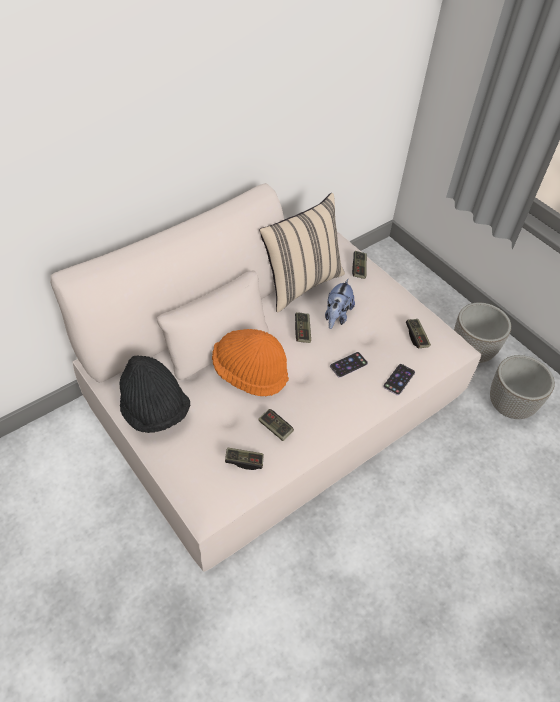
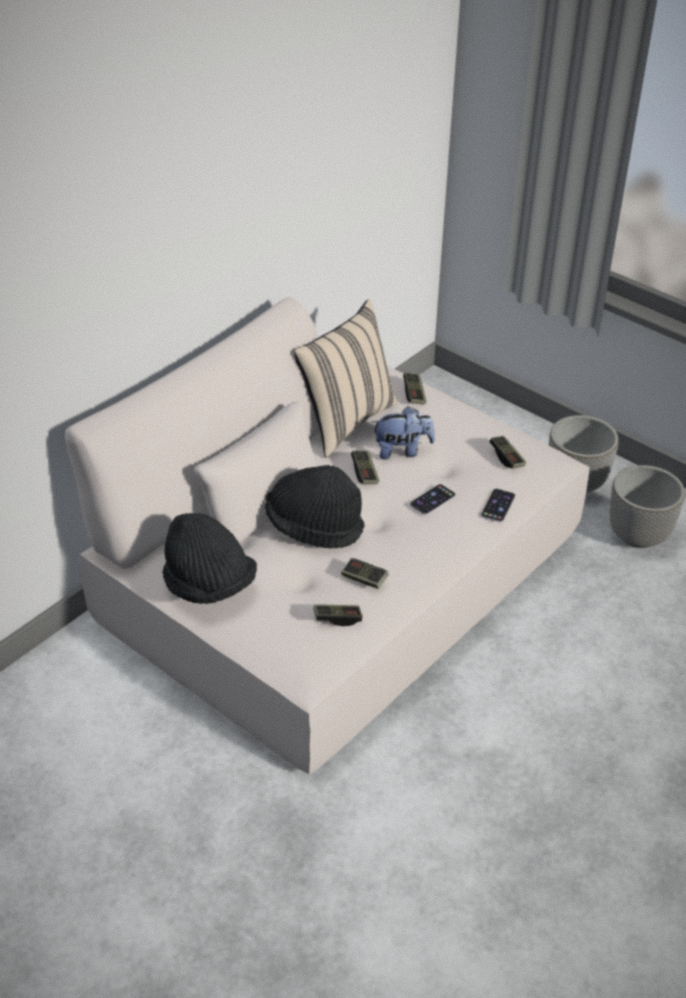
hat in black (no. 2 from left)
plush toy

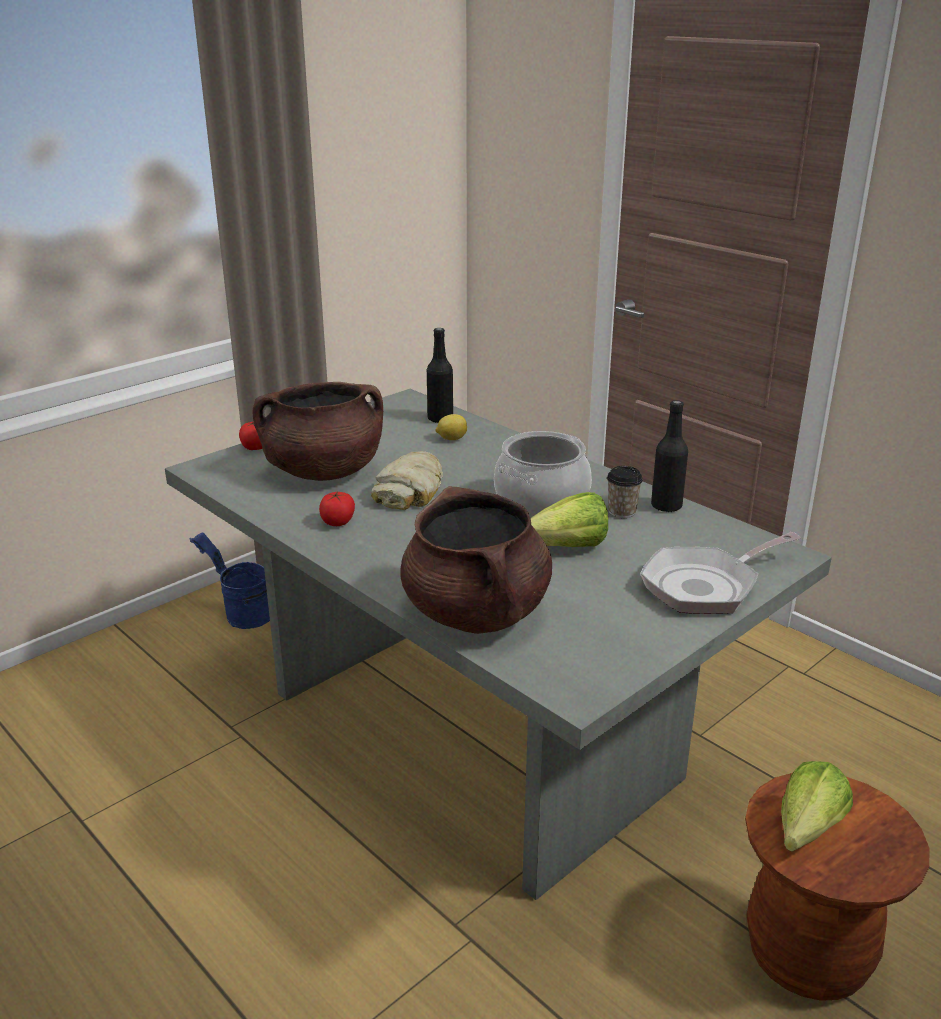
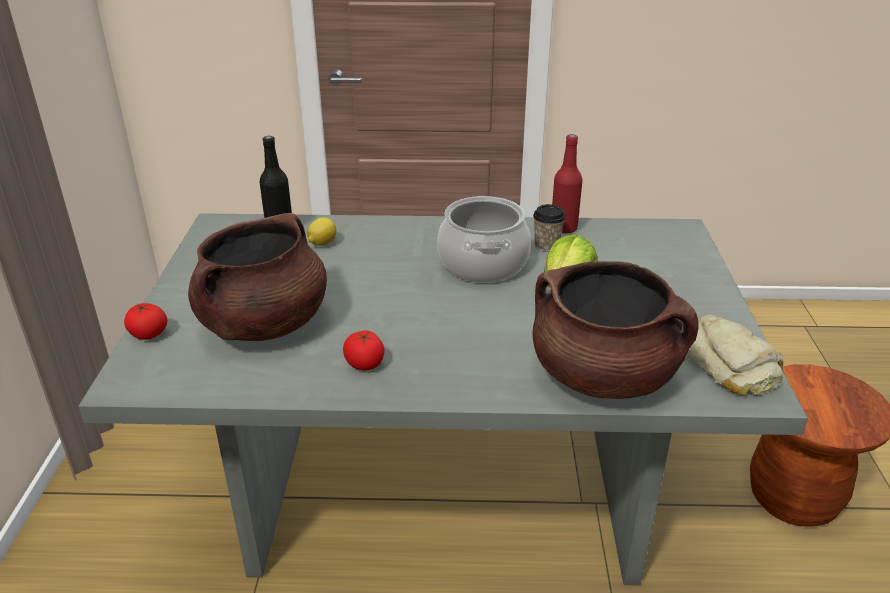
bottle in red
bread
bucket in blue
frying pan
lettuce (no. 2 from left in the first image)

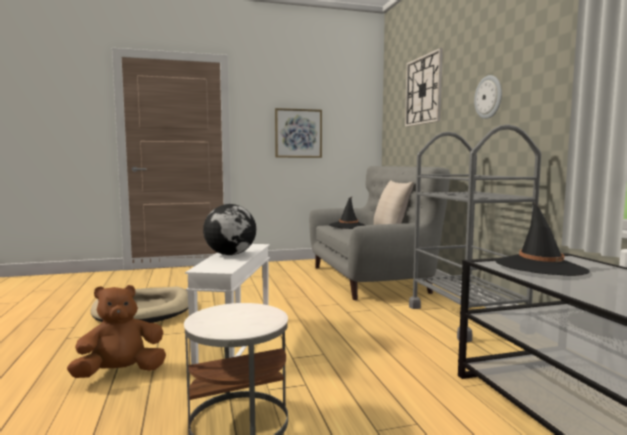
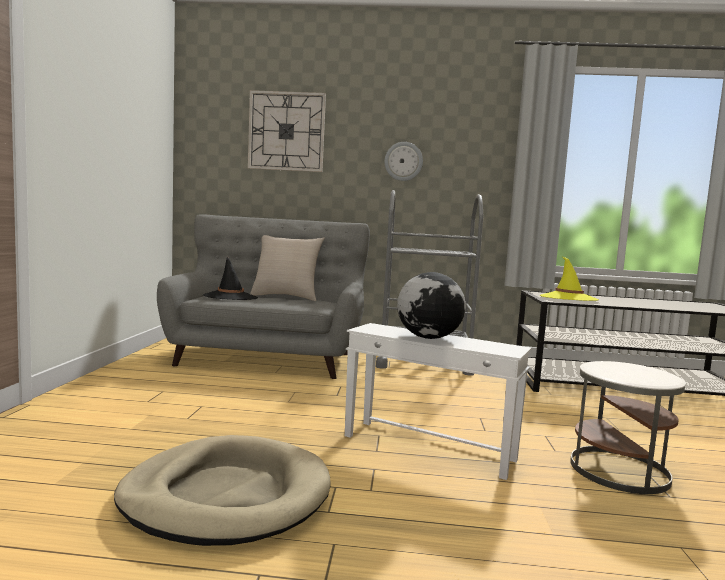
hat in yellow
plush toy in brown
picture

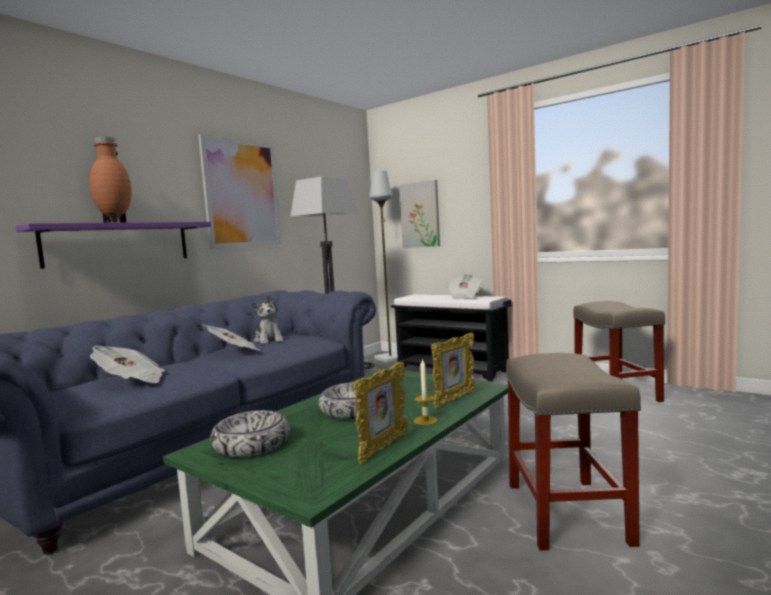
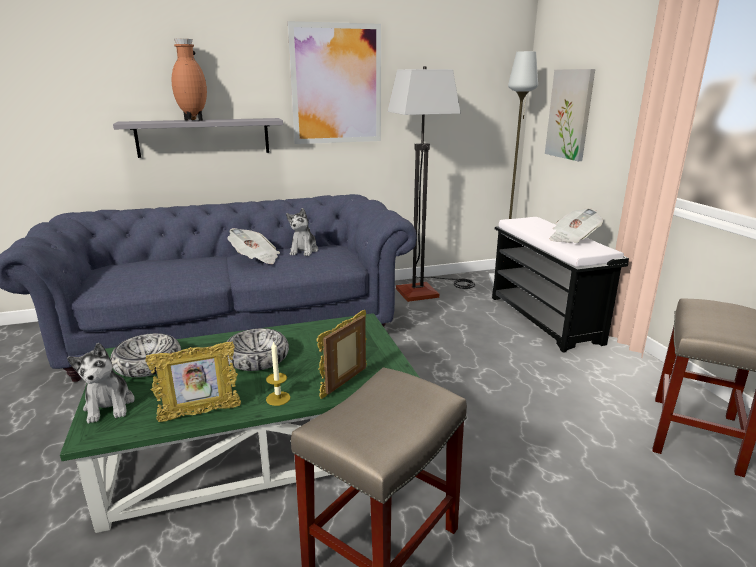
plush toy (no. 1 from left)
shelf in grey
picture frame (no. 2 from left)
newspaper (no. 1 from left in the first image)

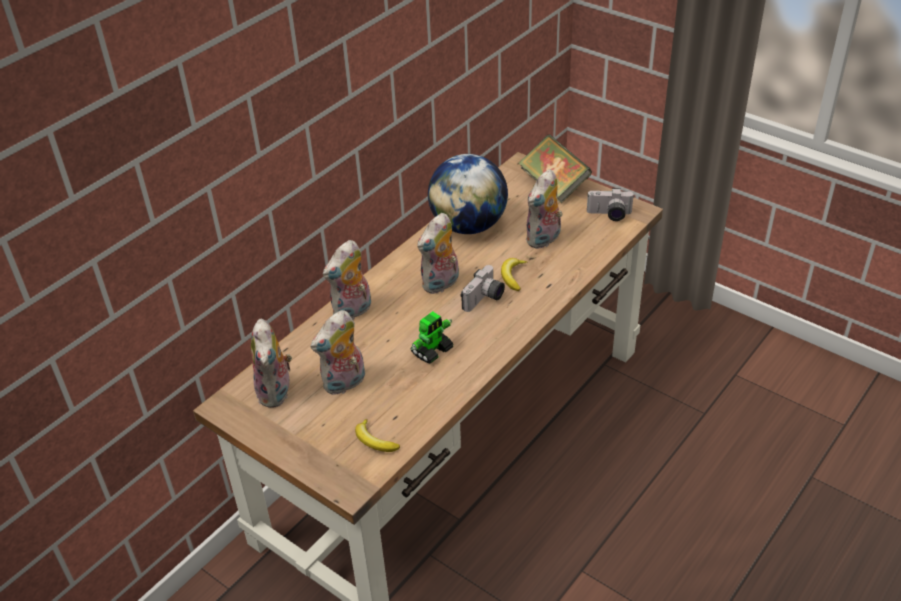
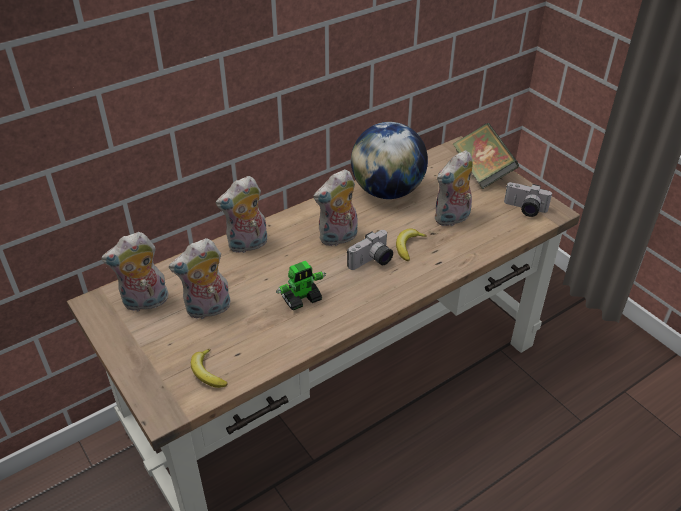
plush toy (no. 1 from left)

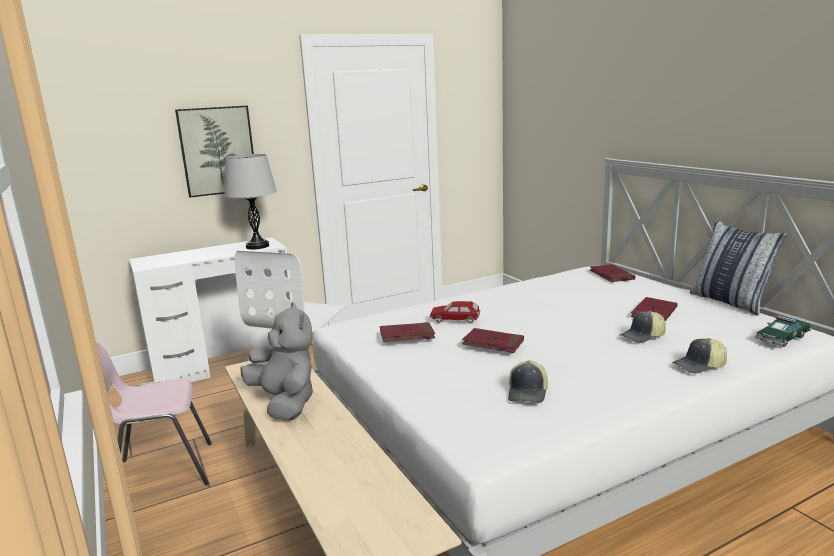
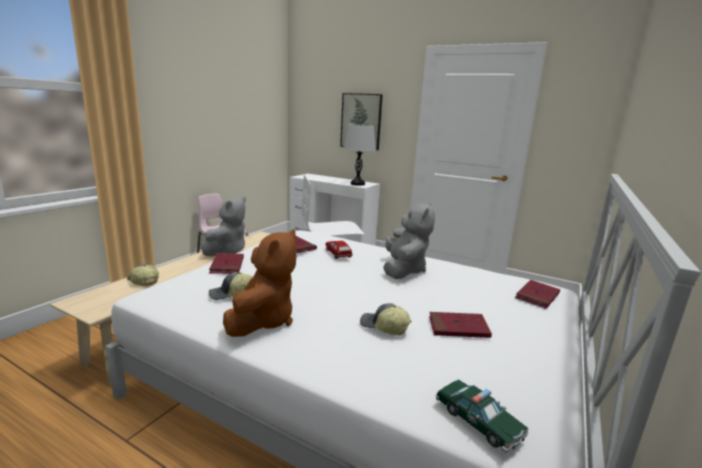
cap (no. 1 from left)
book in red (no. 1 from left)
plush toy in brown
plush toy in grey (no. 2 from left)
toy car (no. 2 from left)
pillow

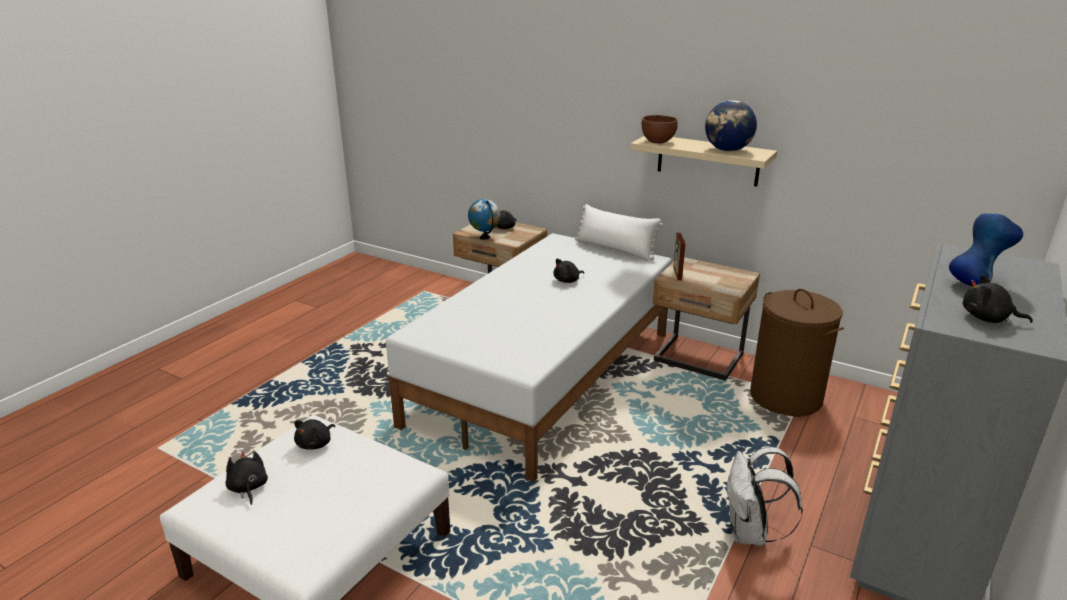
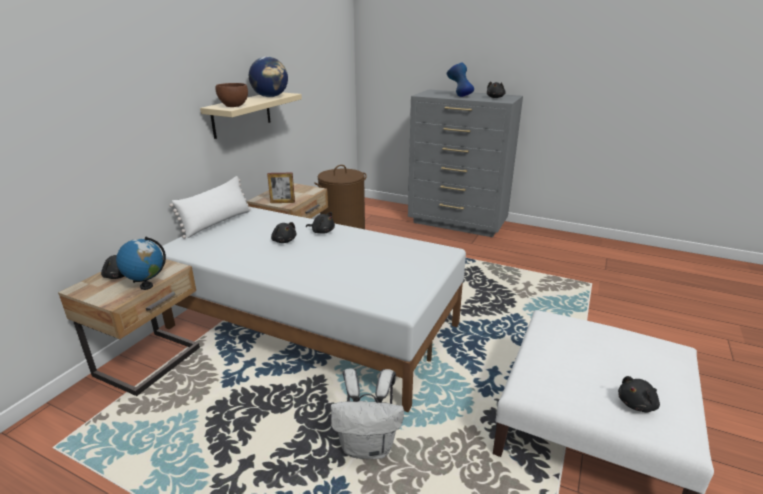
plush toy in black (no. 3 from left)
backpack in white

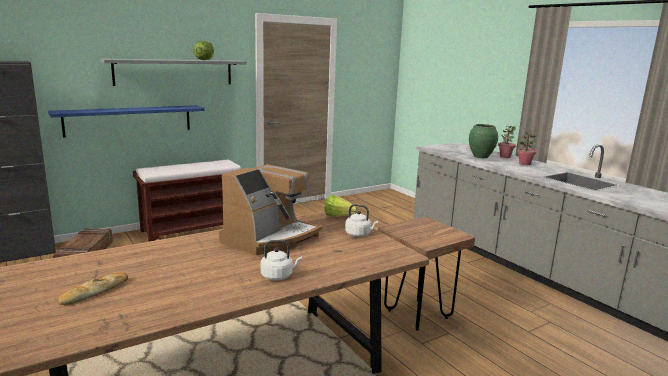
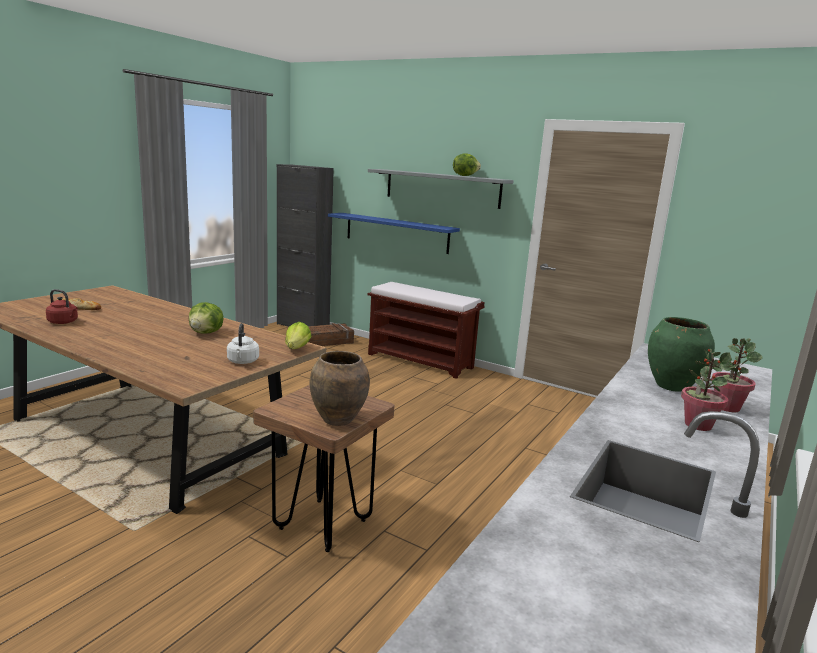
kettle in red
lettuce (no. 1 from left)
vase in brown
kettle in white (no. 1 from left in the first image)

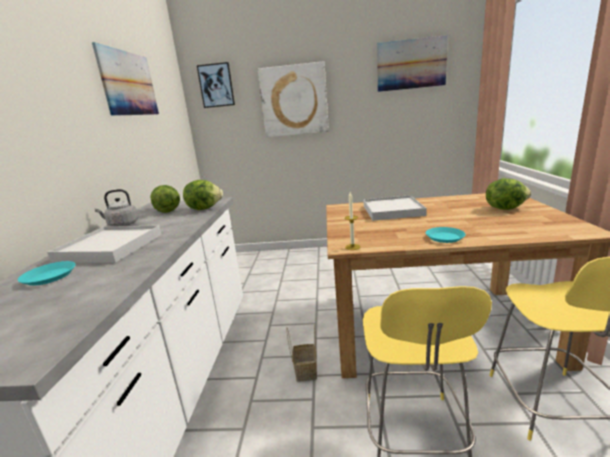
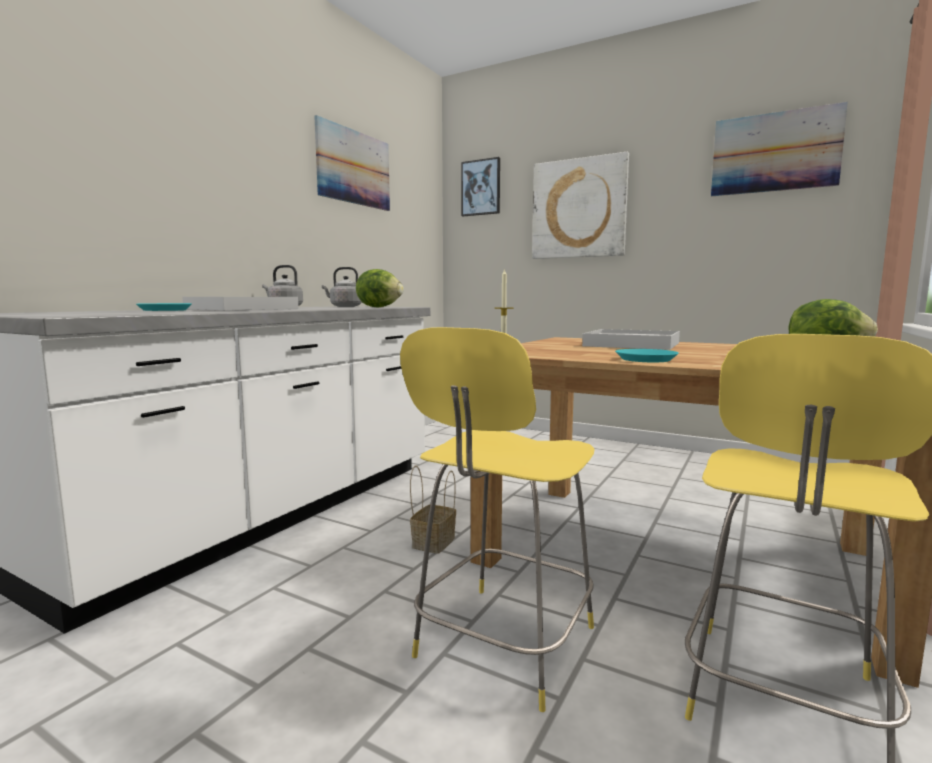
kettle in grey (no. 2 from left)

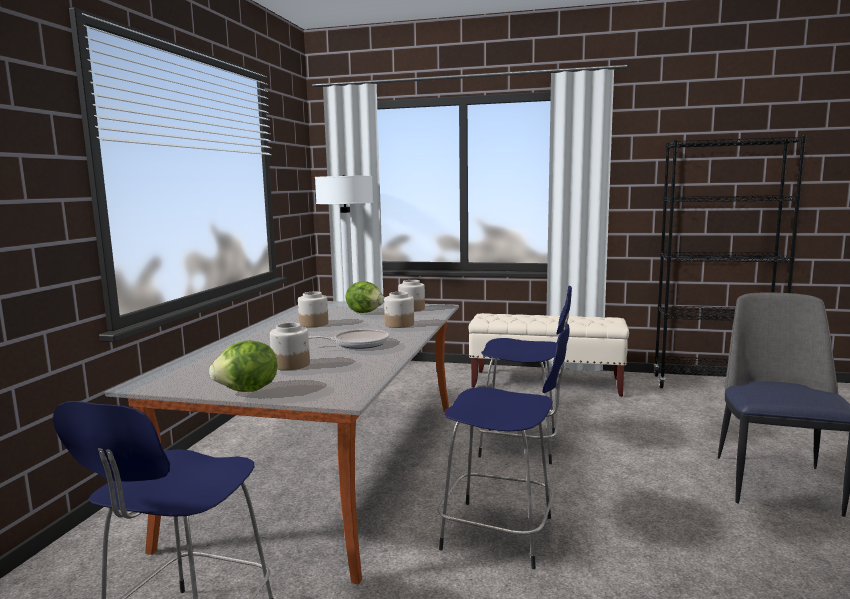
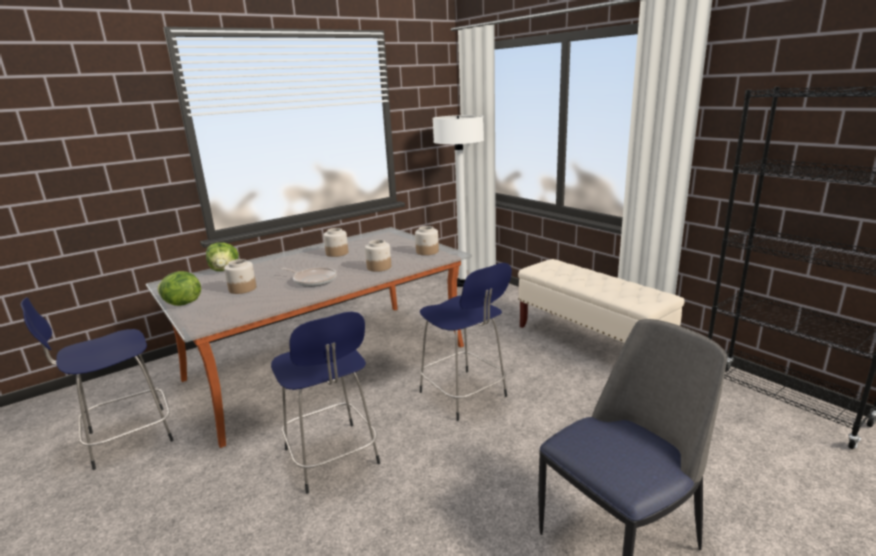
lettuce (no. 2 from left)

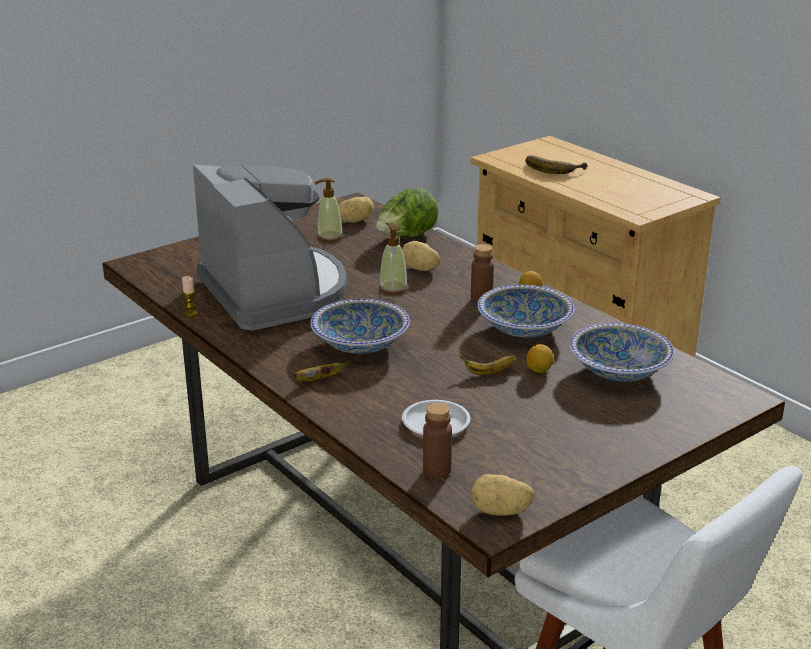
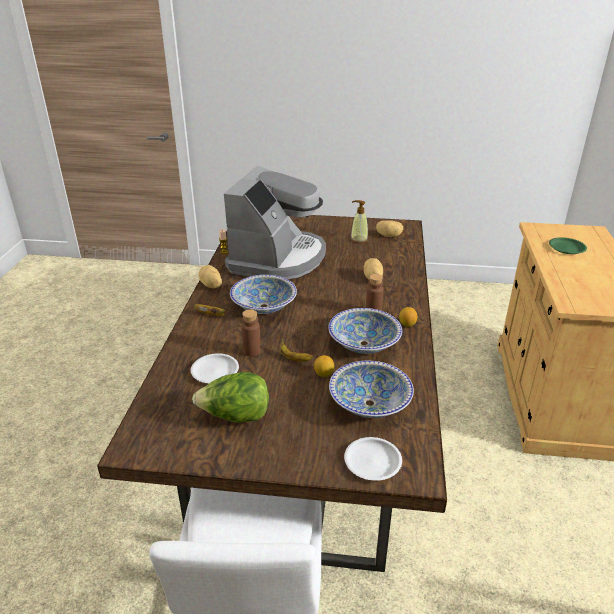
lettuce
potato (no. 1 from left)
bottle in brown (no. 1 from left)
plate in white (no. 2 from left)
plate in green
soap dispenser (no. 2 from left in the first image)

